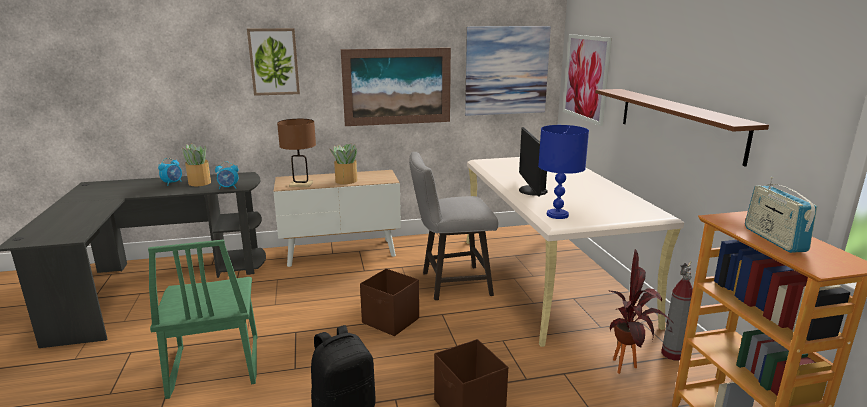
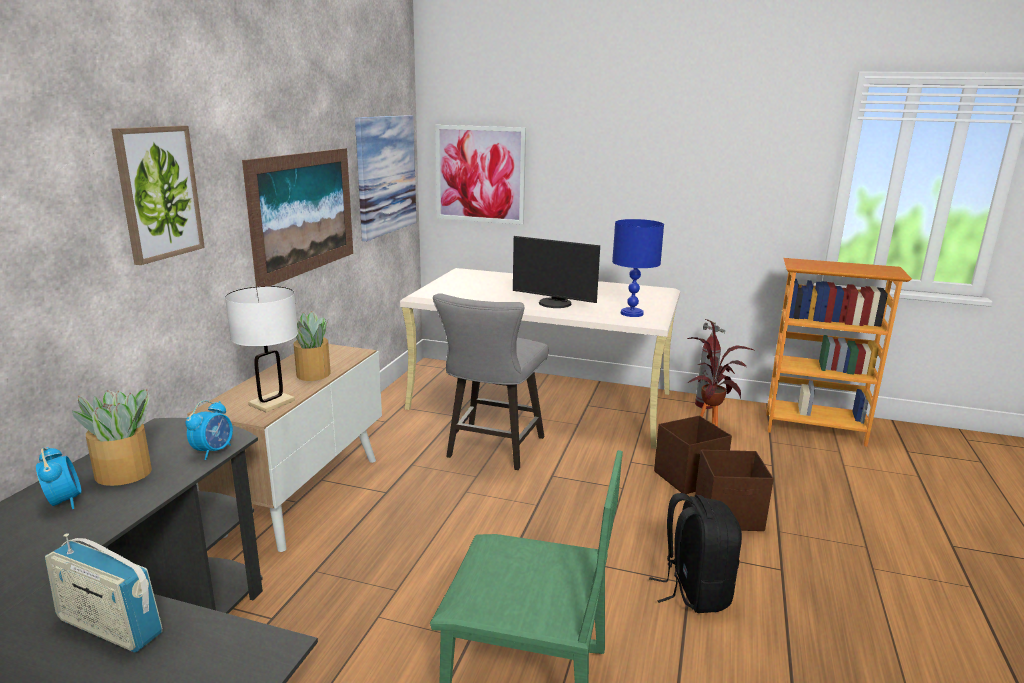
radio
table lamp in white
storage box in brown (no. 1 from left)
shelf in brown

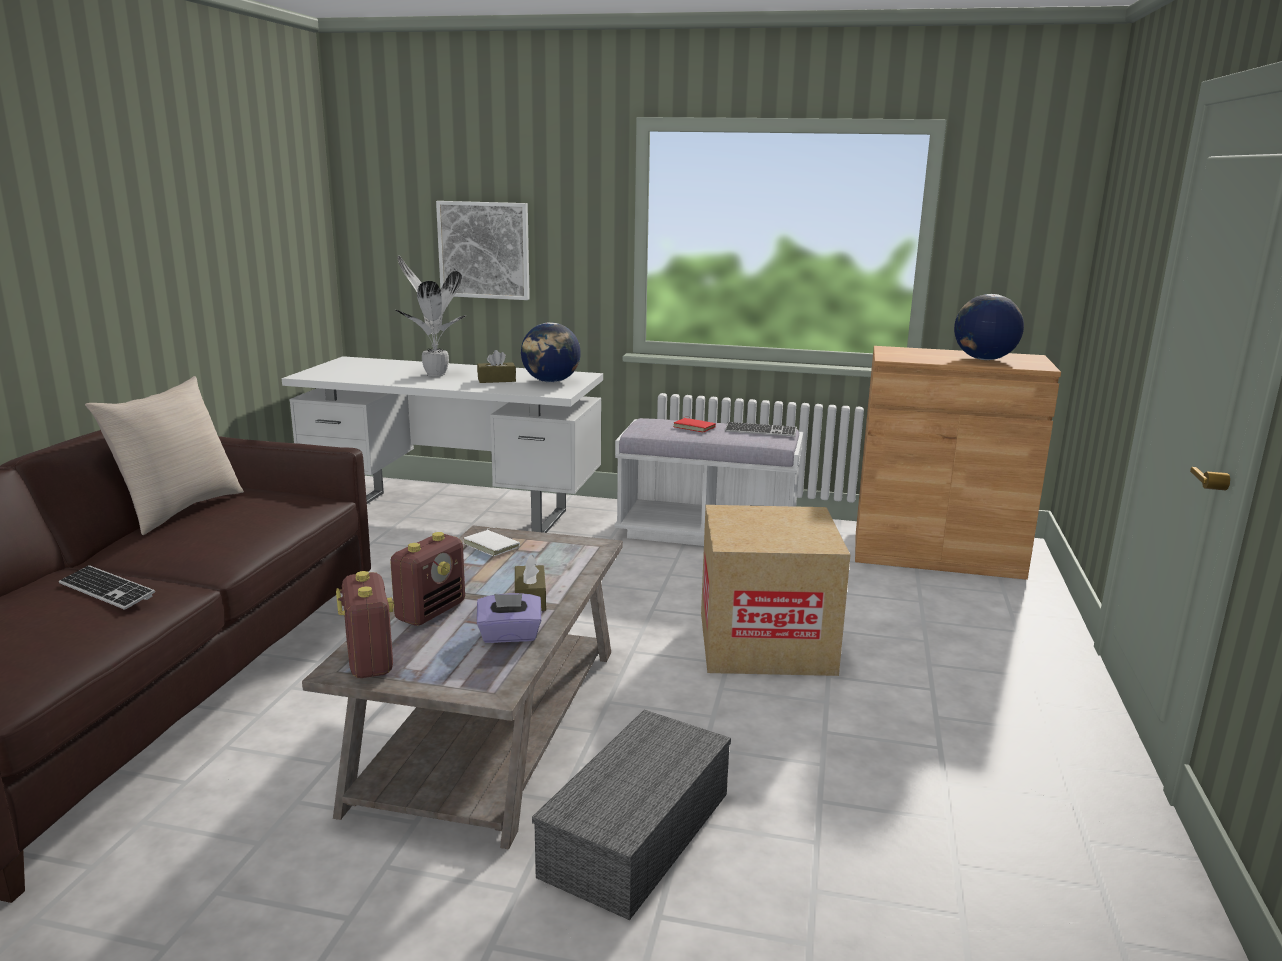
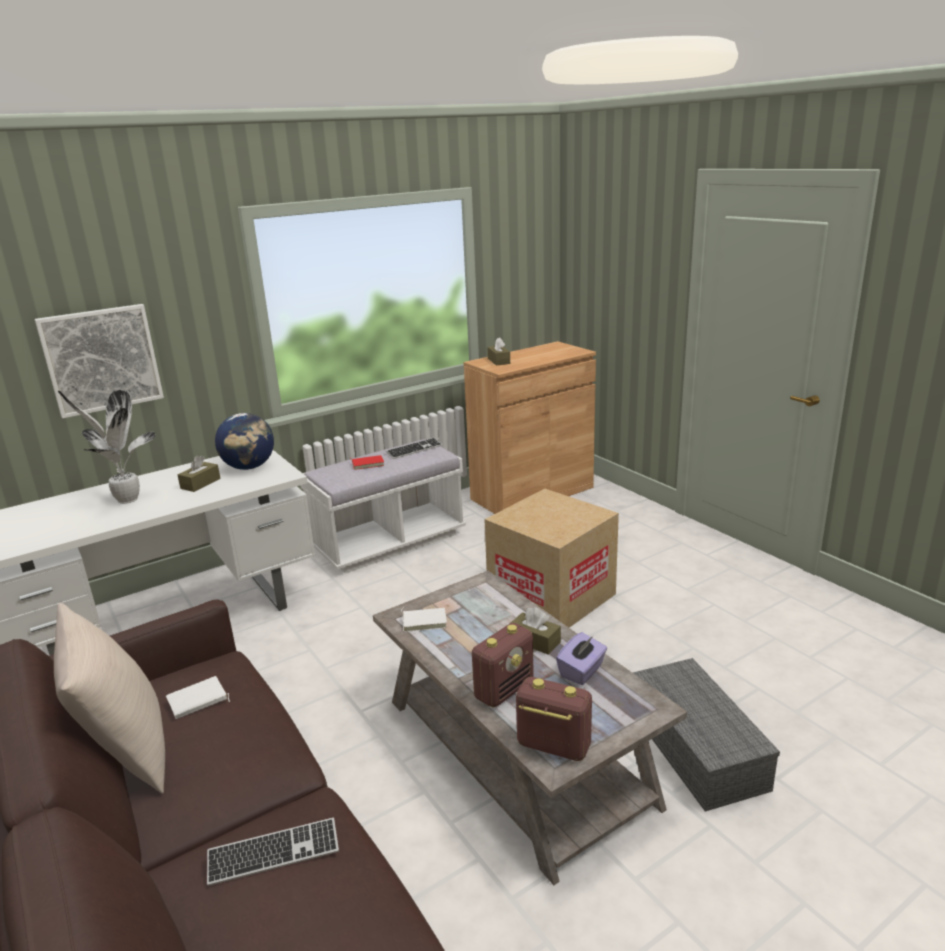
book in white (no. 1 from left)
radio (no. 1 from left)
tissue box in brown (no. 2 from left)
globe (no. 2 from left in the first image)

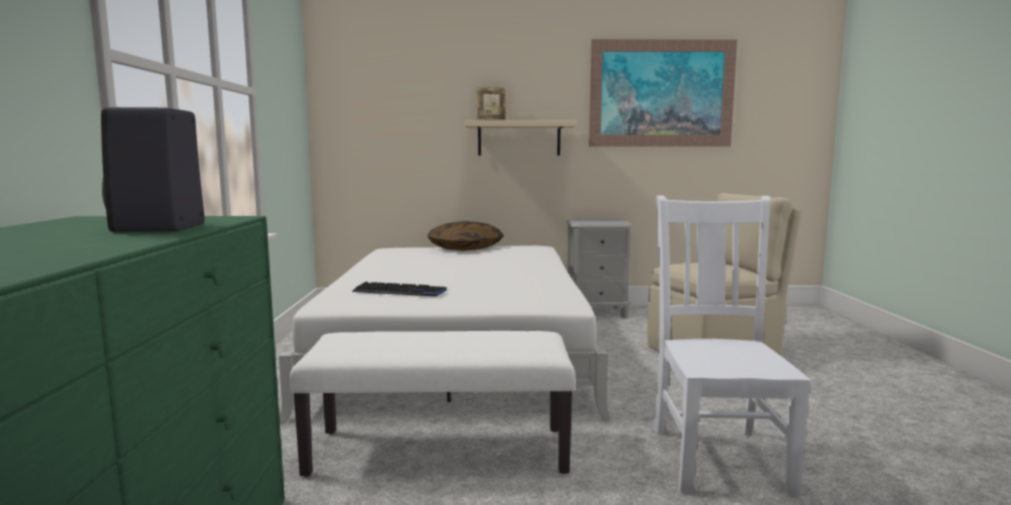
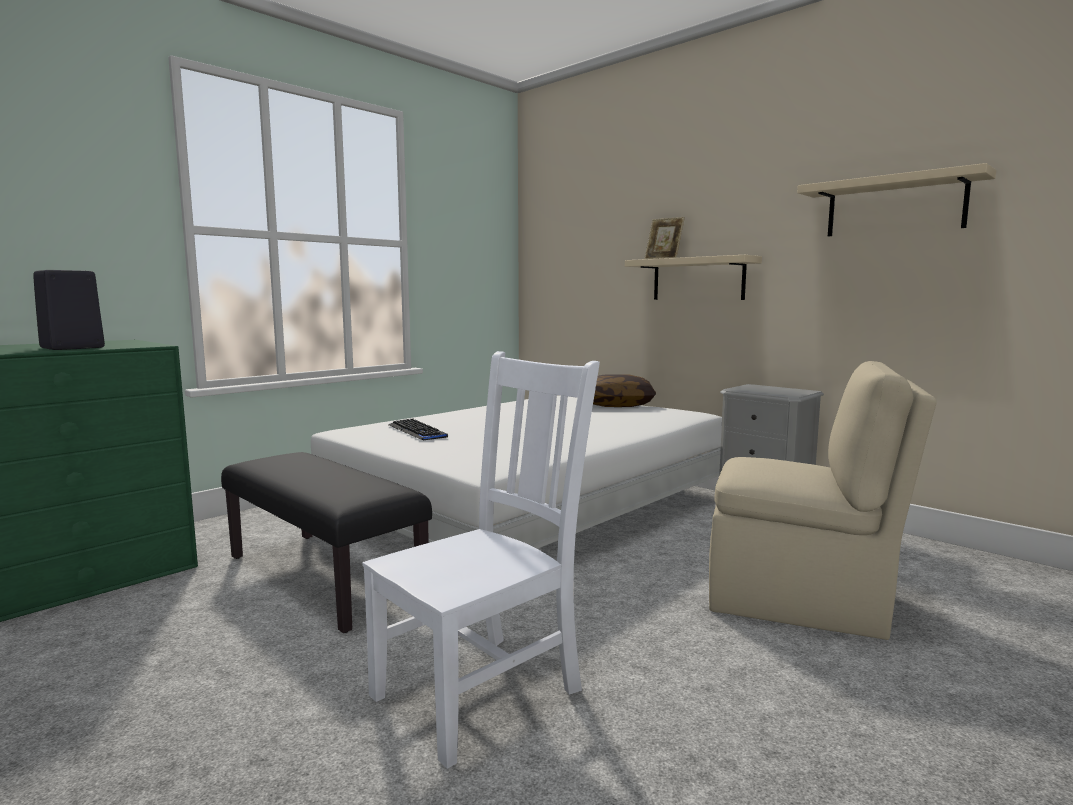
bench in black
shelf in beige (no. 2 from left)

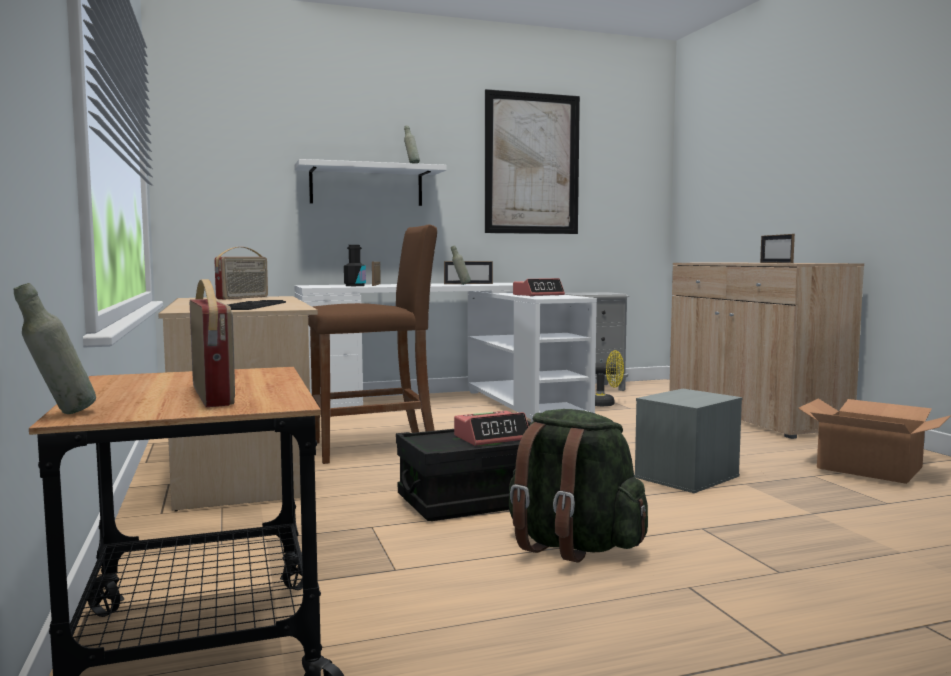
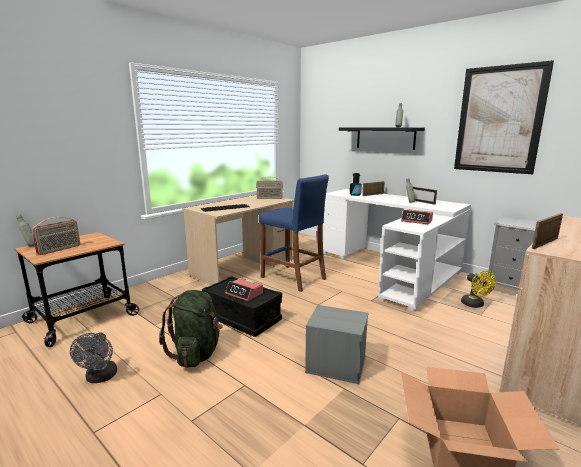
fan in grey
stool in blue
shelf in black

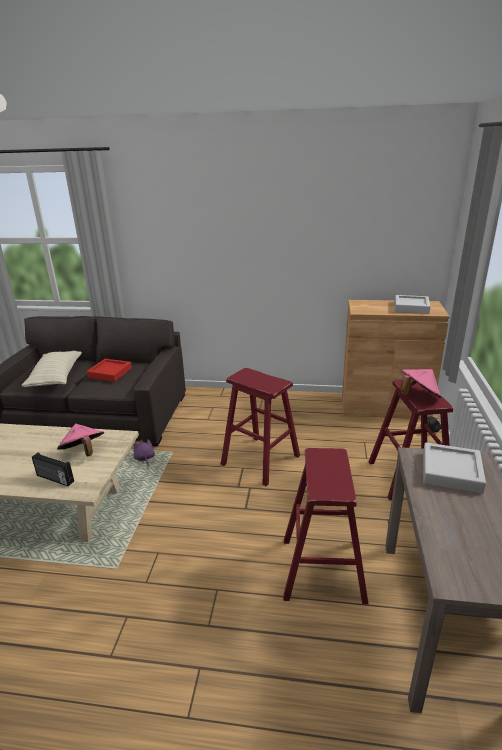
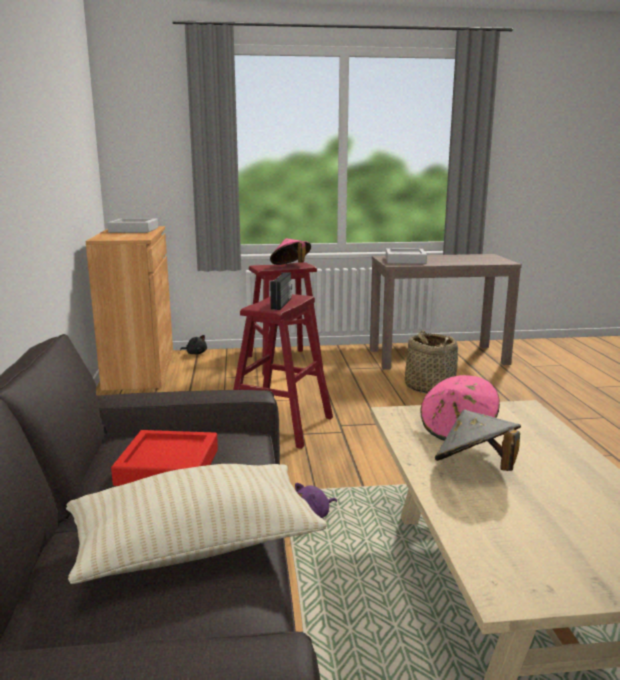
radio
basket
hat in grey

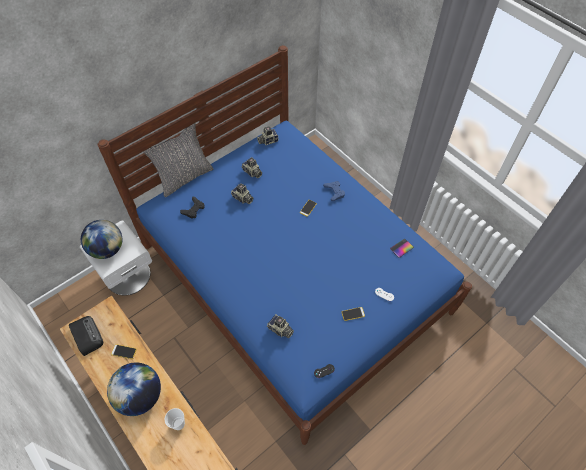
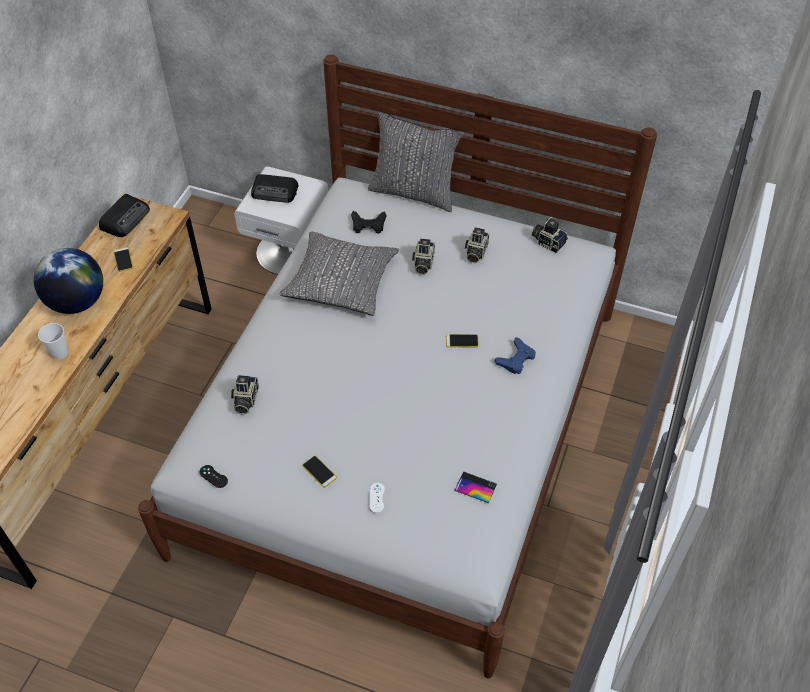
bed in white
radio (no. 2 from left)
pillow in grey (no. 1 from left)

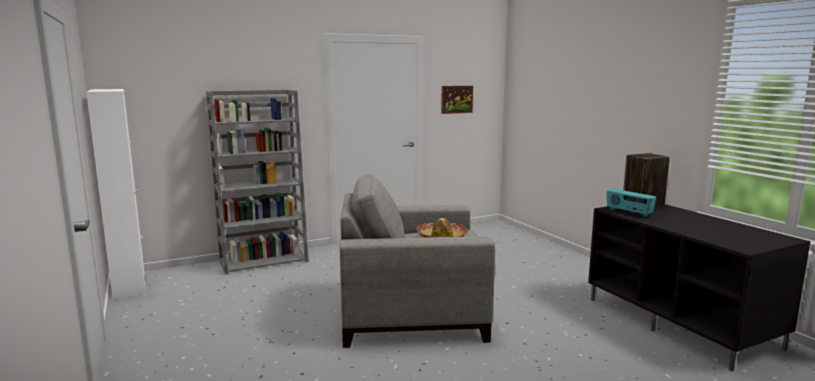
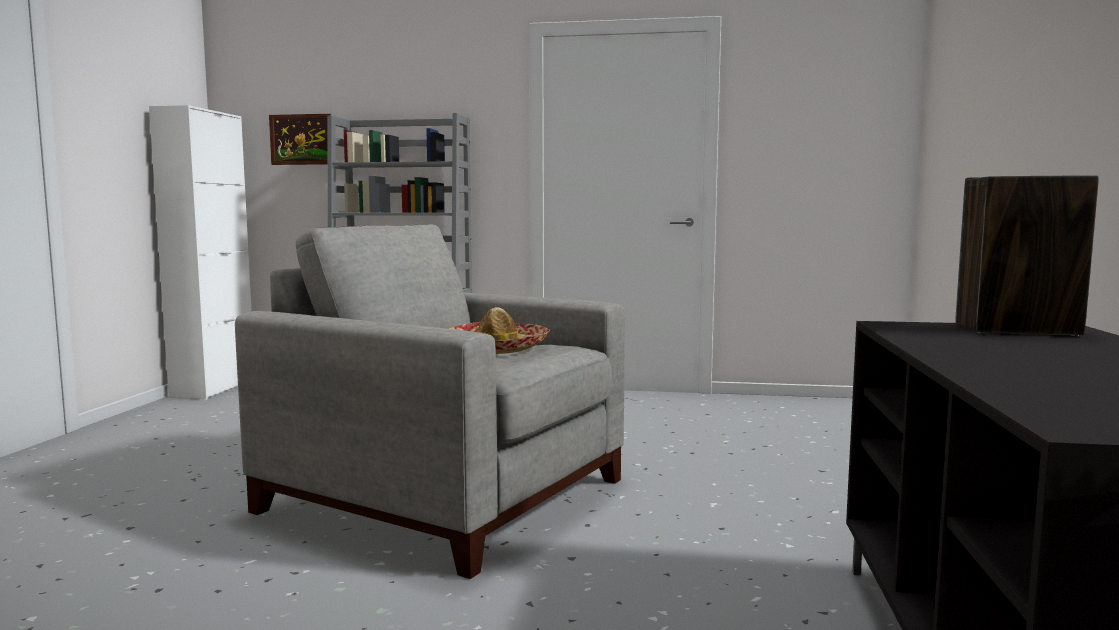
picture
radio

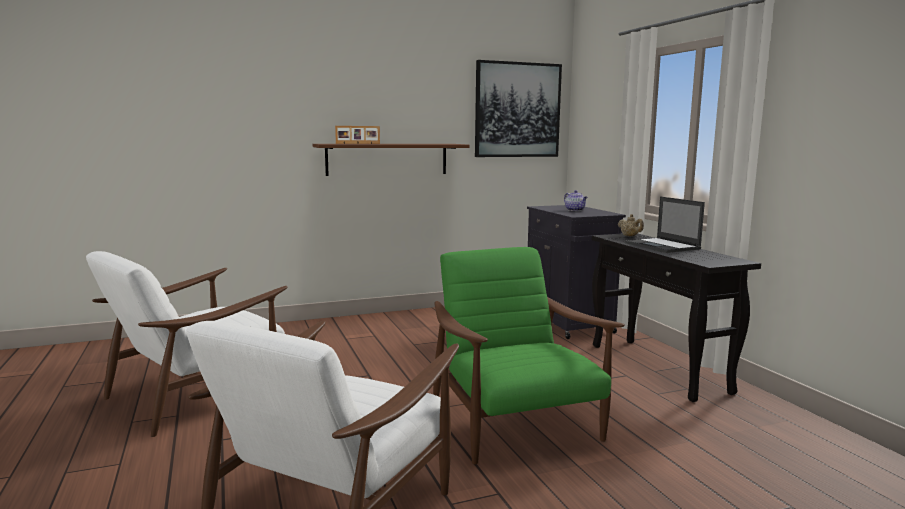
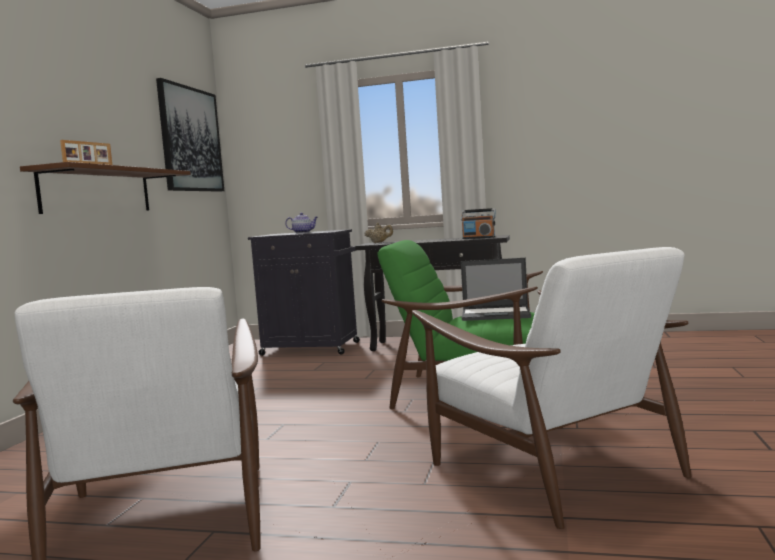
radio
laptop

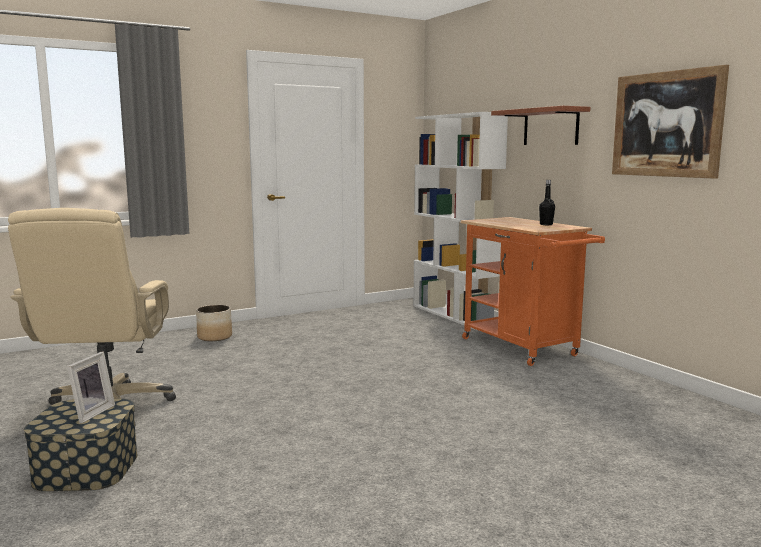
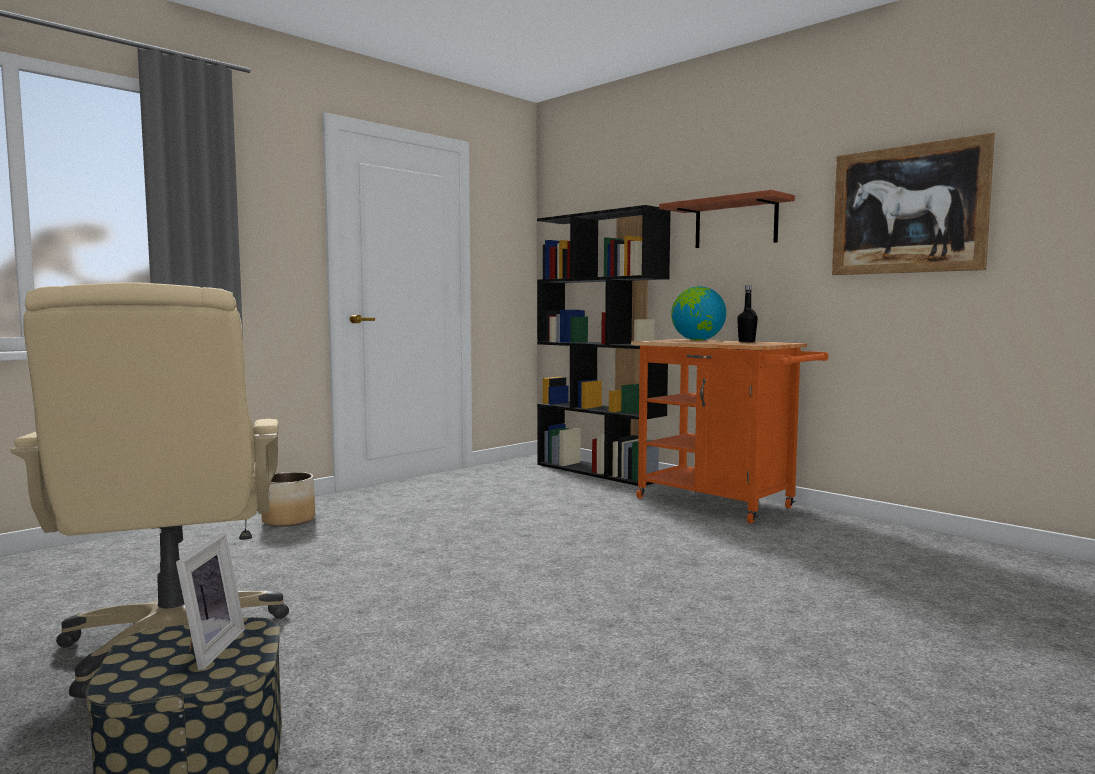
bookcase in black
globe

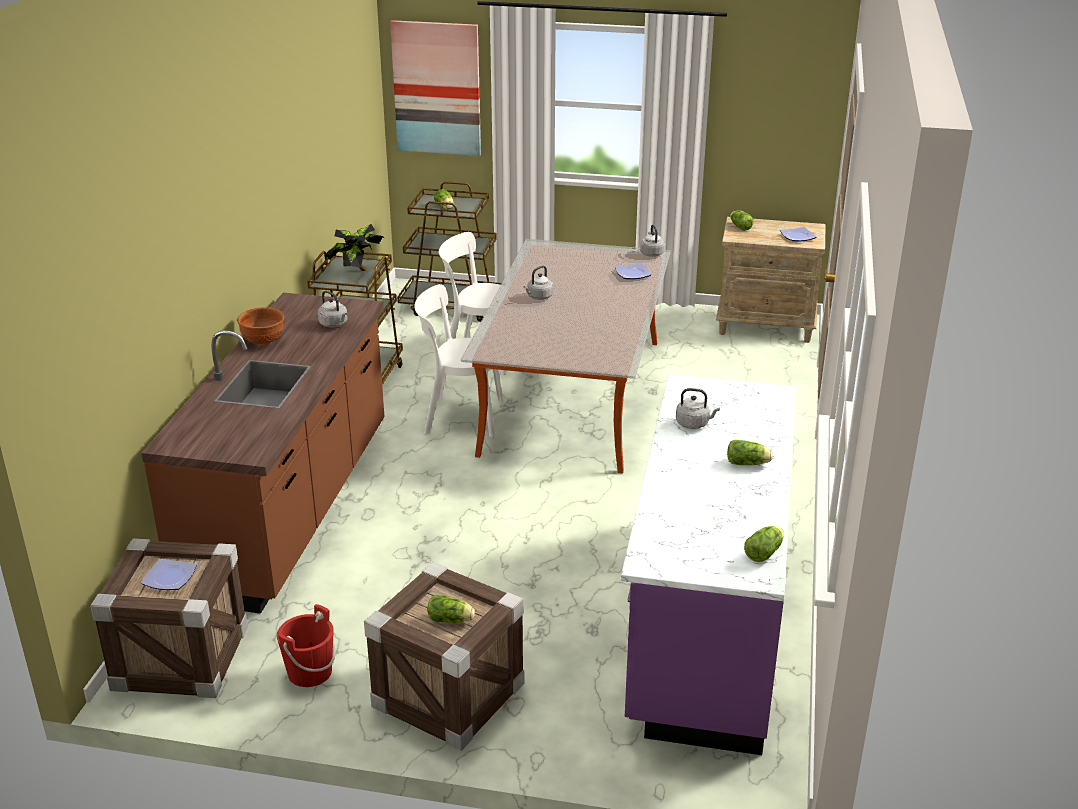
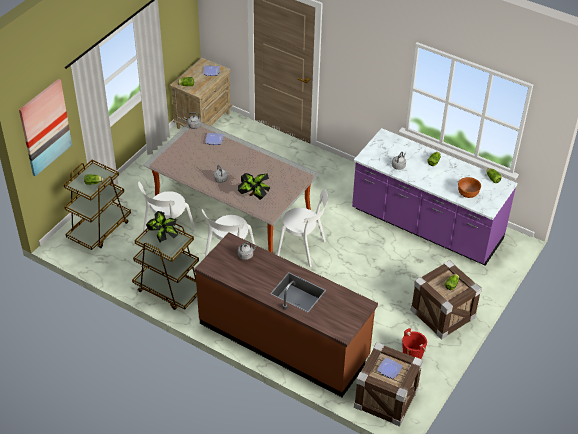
potted plant (no. 2 from left)
chair in white (no. 3 from left)
bowl in brown

